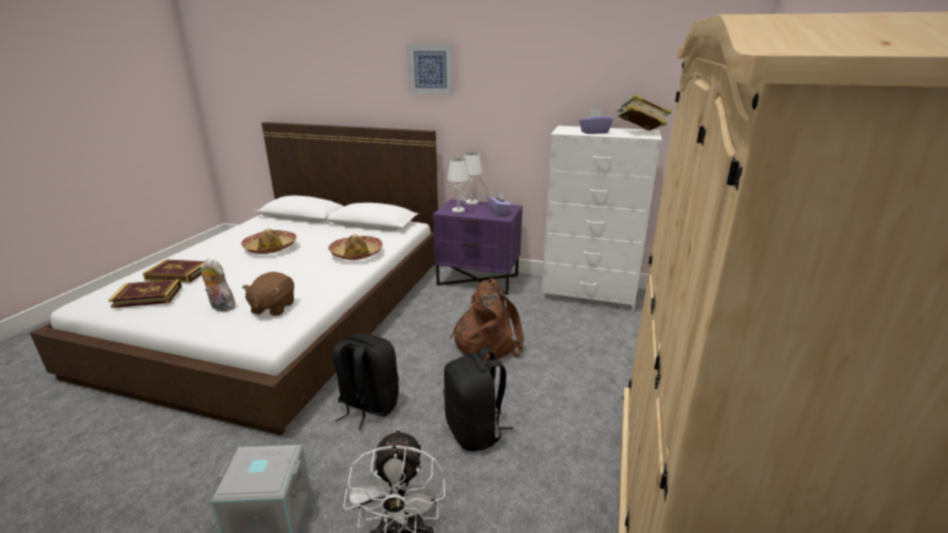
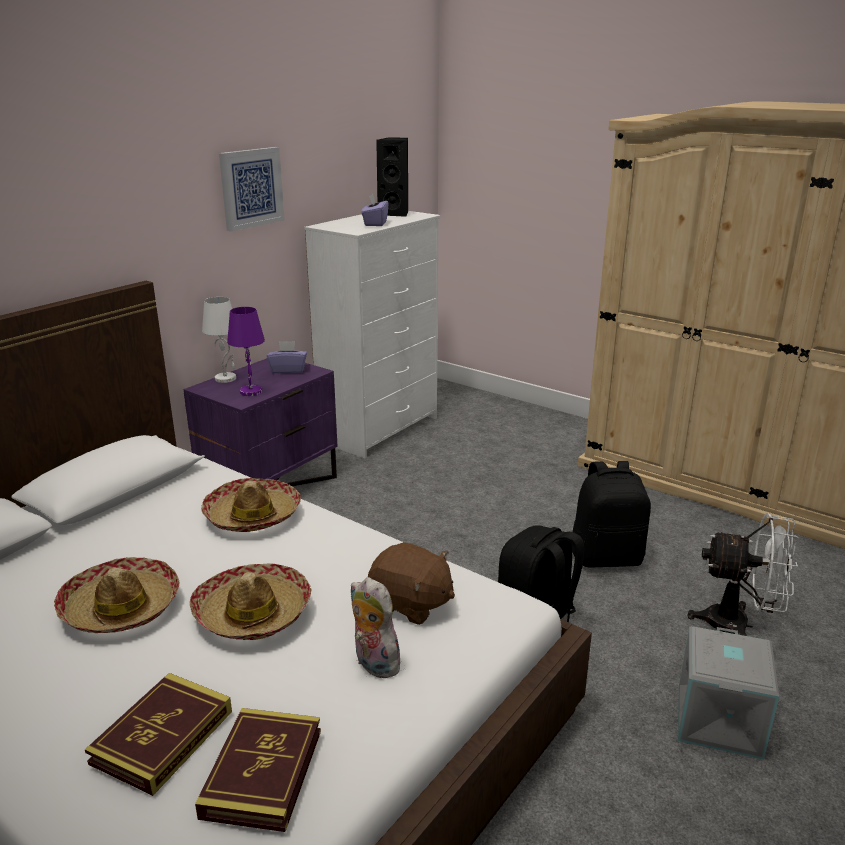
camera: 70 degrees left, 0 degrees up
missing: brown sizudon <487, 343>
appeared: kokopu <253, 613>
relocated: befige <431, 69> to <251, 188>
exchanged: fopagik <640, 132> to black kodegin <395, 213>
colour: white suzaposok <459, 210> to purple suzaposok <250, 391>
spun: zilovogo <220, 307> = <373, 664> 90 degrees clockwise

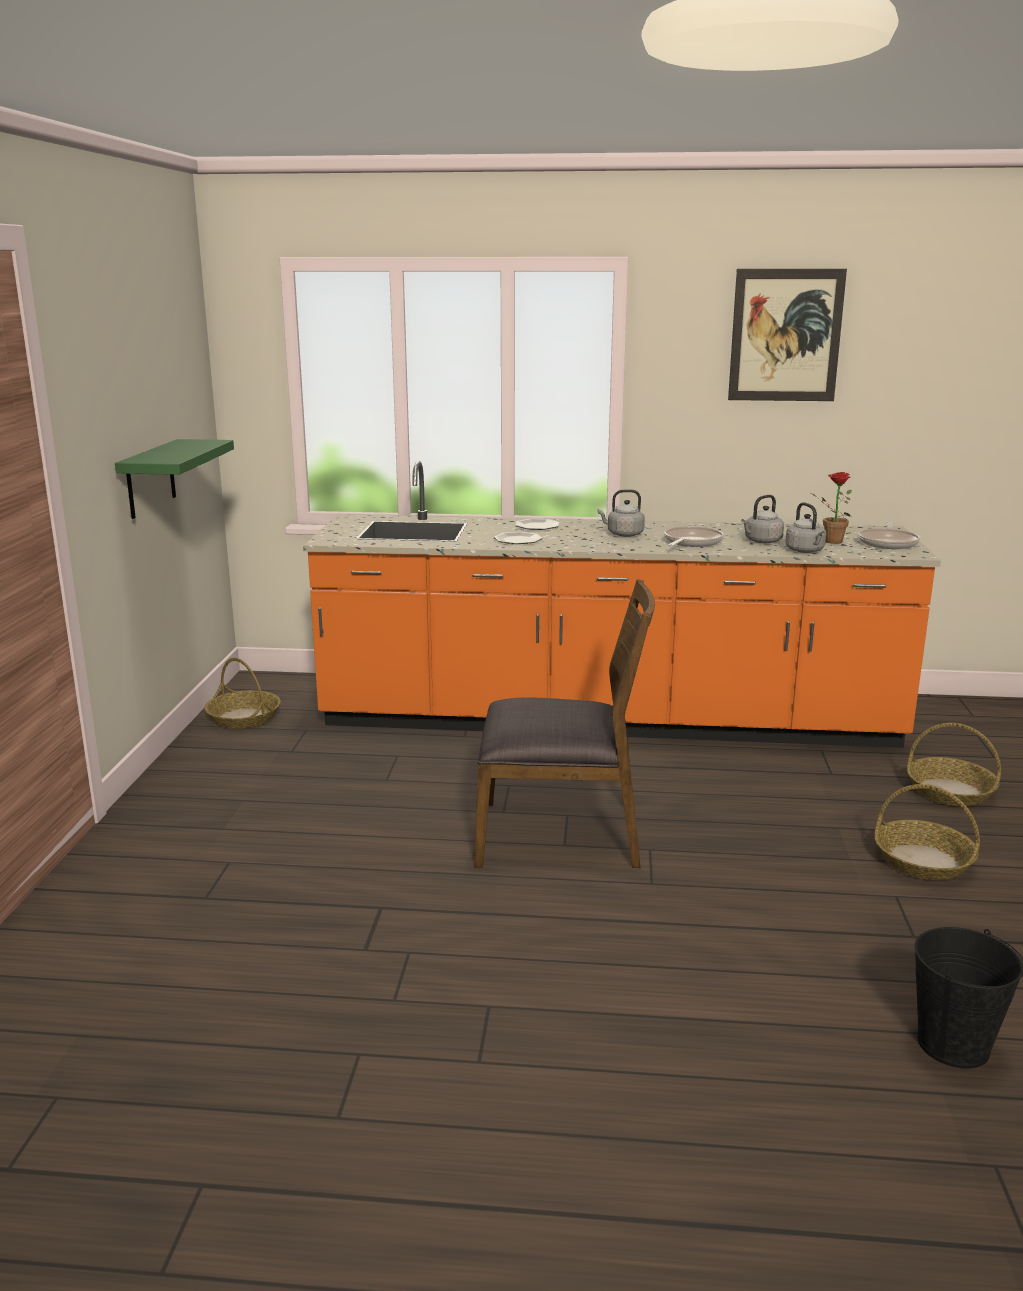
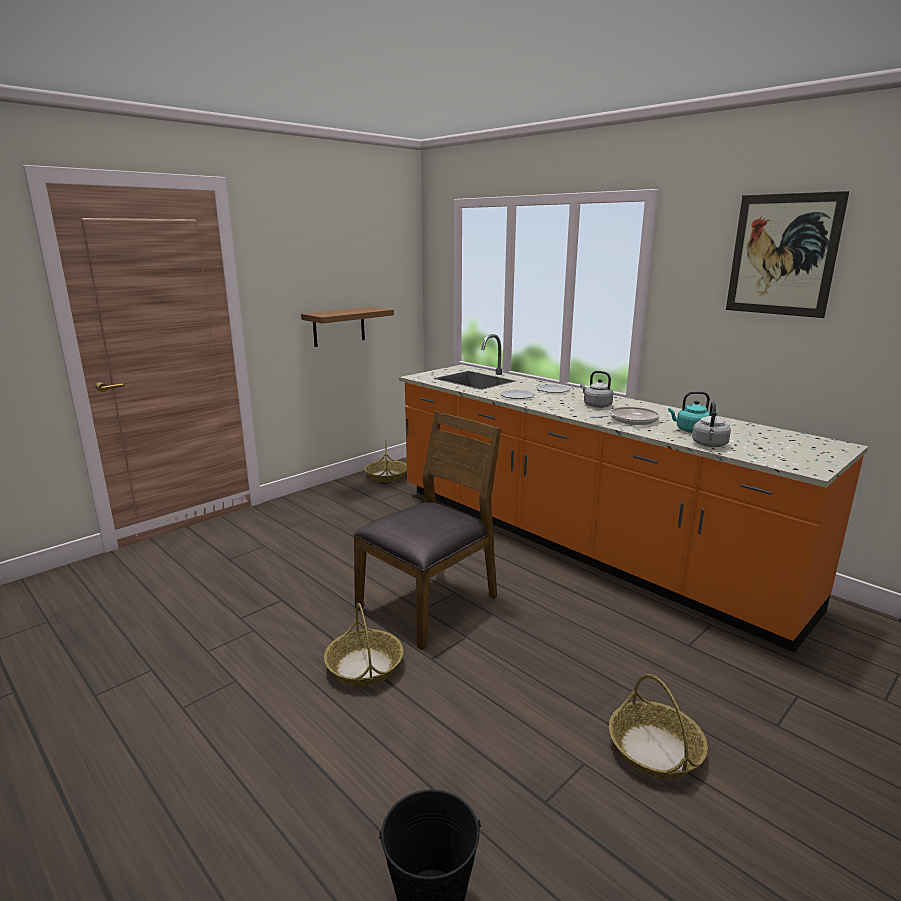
camera: 40 degrees right, 0 degrees up
missing: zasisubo <829, 541>; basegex <888, 543>
relocated: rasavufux <950, 791> to <365, 666>
colour: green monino <150, 479> to brown monino <339, 326>; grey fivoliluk <761, 541> to turquoise fivoliluk <690, 430>
spun: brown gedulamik <560, 835> = <430, 602> 90 degrees counterclockwise

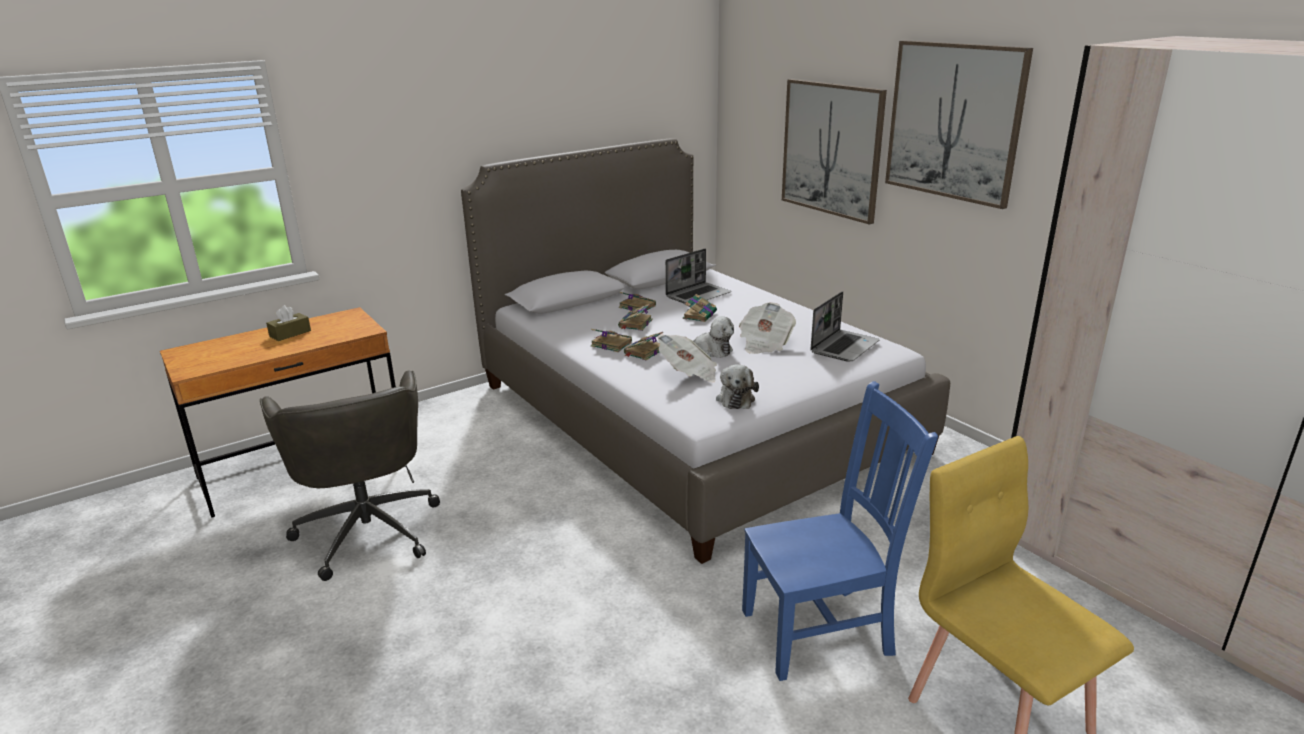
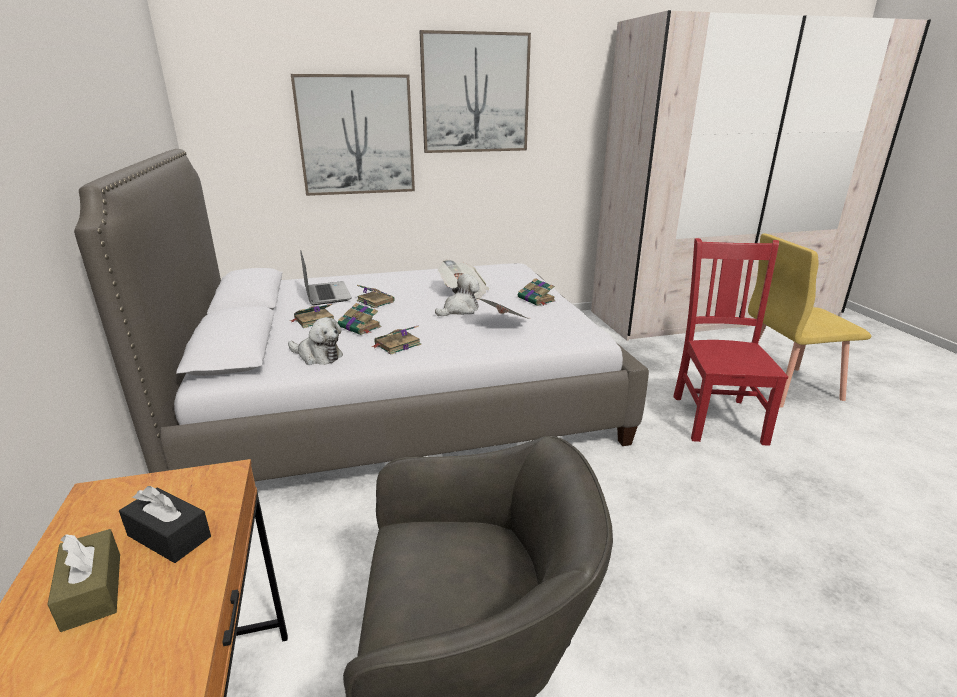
camera: 70 degrees left, 0 degrees up
missing: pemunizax <844, 347>
appeared: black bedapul <169, 536>
relocated: fopagik <644, 352> to <536, 299>; zilovogo <735, 398> to <318, 356>
colour: blue gedulamik <821, 631> to red gedulamik <717, 417>

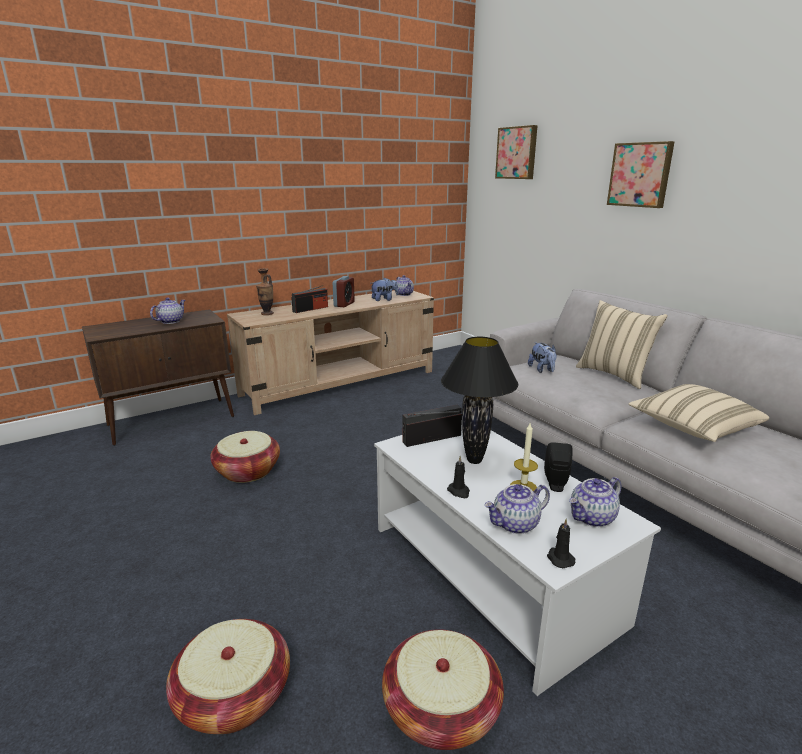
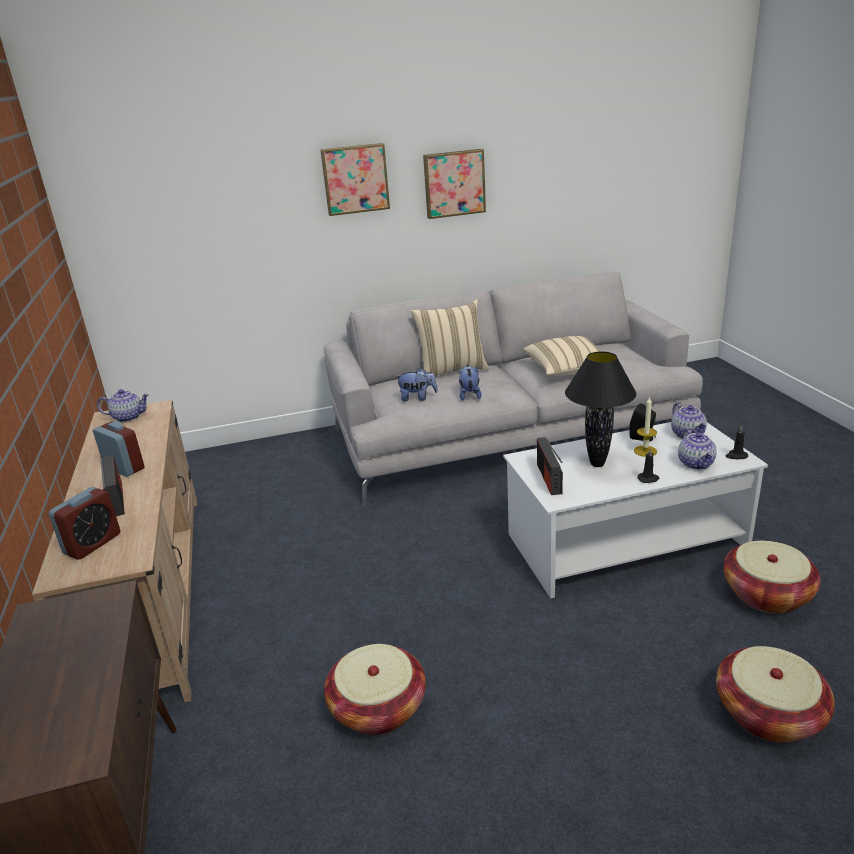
camera: 70 degrees left, 5 degrees up
missing: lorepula <170, 321>
relocated: befige <517, 153> to <454, 183>; zilovogo <384, 300> to <469, 395>
exchanged: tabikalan <267, 313> to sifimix <92, 544>

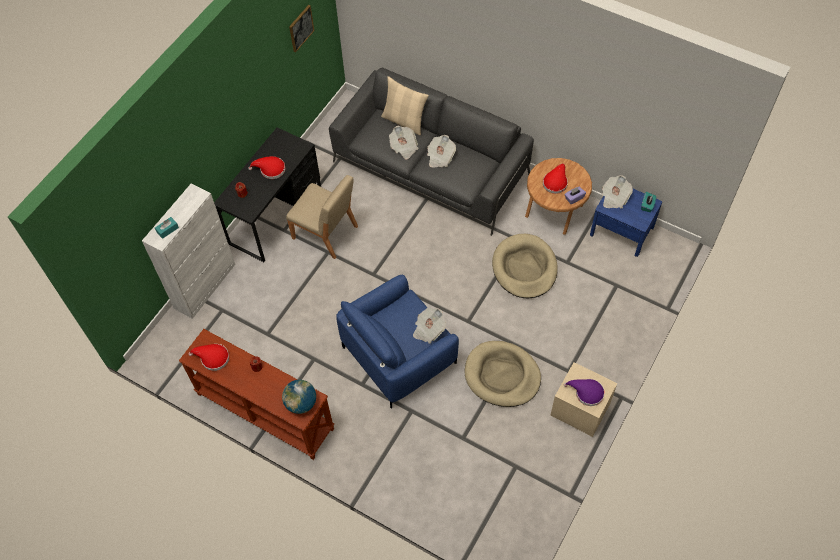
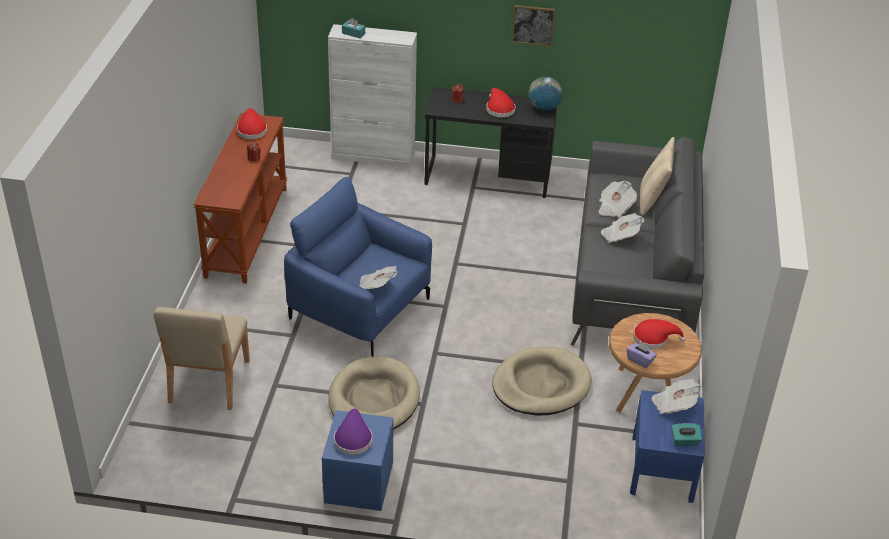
camera: 65 degrees right, 20 degrees down
relocated: befige <301, 28> to <533, 25>; beige gedulamik <325, 233> to <208, 382>; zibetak <301, 403> to <544, 108>
colour: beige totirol <580, 409> to blue totirol <359, 483>

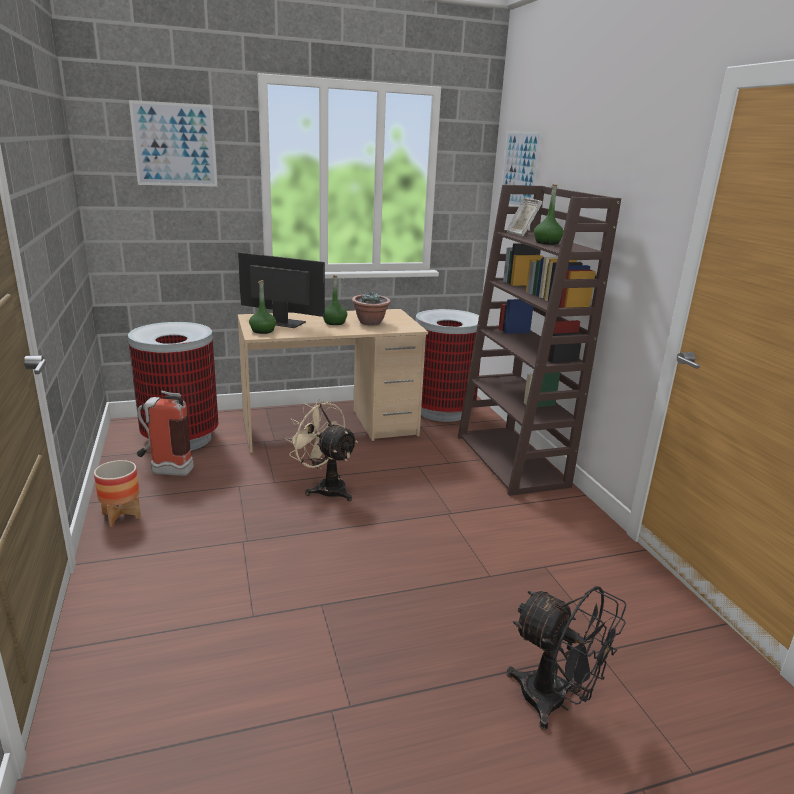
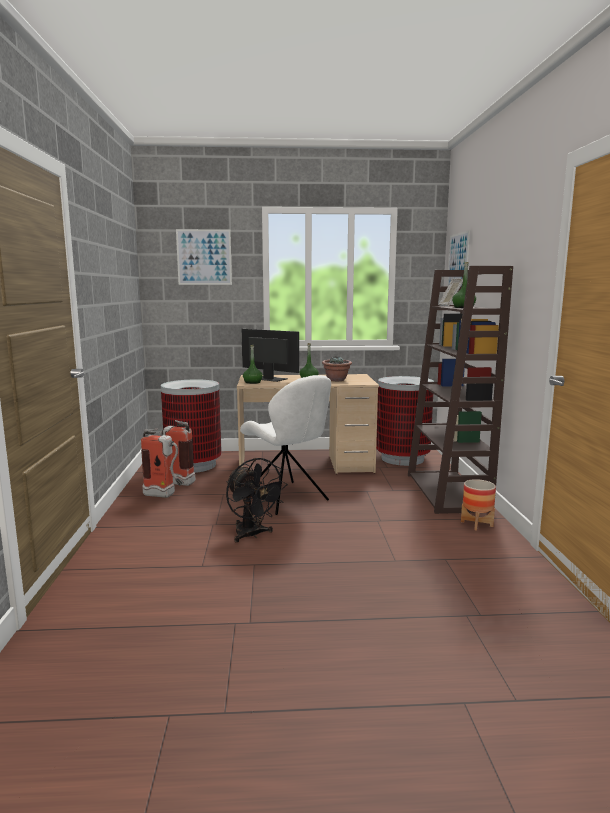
camera: 15 degrees right, 10 degrees down
appeared: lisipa <164, 495>
relocated: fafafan <121, 516> to <476, 524>; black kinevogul <555, 702> to <252, 535>
exchanged: beige kinevogul <325, 487> to white gedulamik <287, 499>

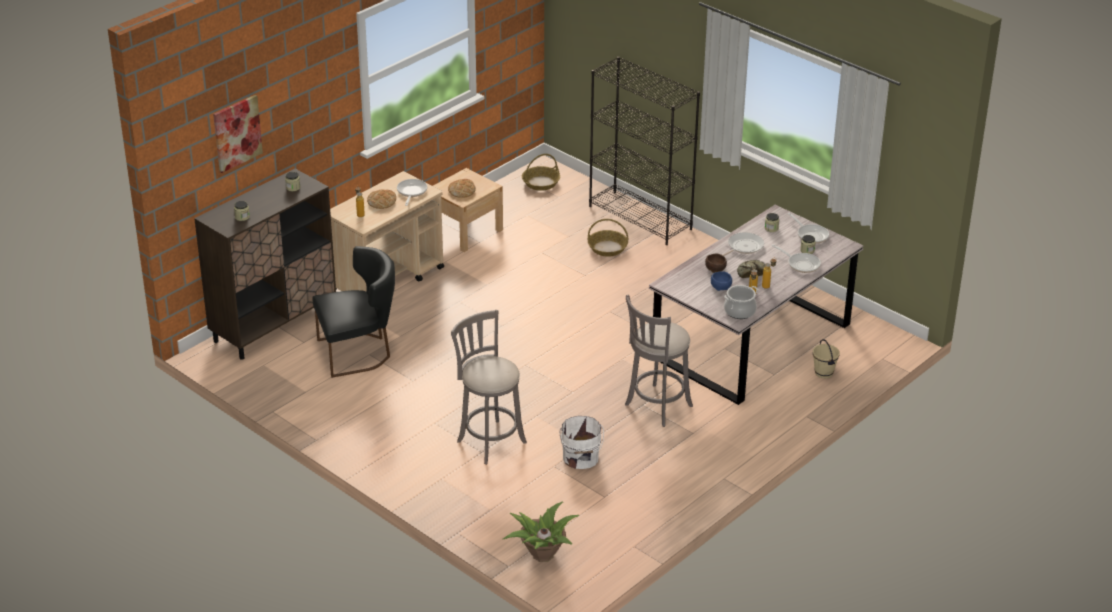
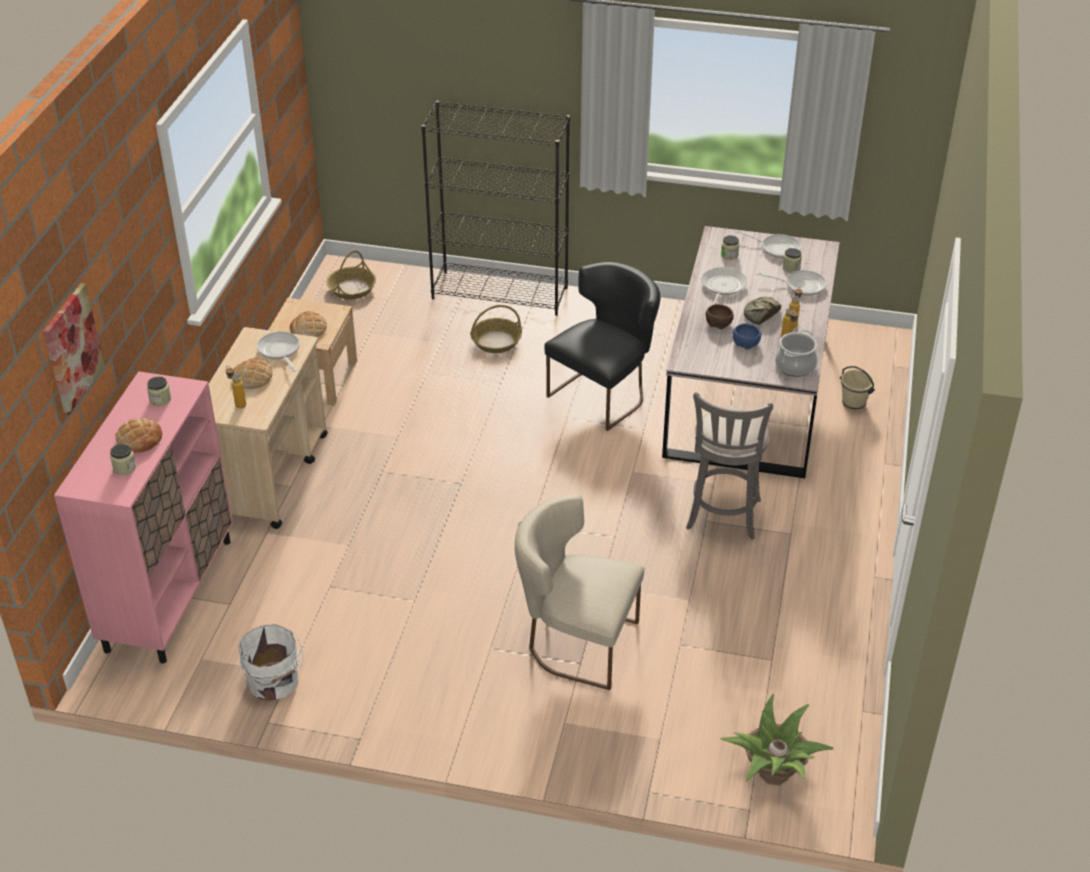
camera: 30 degrees left, 5 degrees up
appeared: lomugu <139, 439>
relocated: black gedulamik <358, 352> to <604, 393>; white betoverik <580, 458> to <274, 682>
exchanged: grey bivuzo <489, 440> to beige gedulamik <575, 642>
colour: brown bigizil <274, 324> to pink bigizil <169, 594>

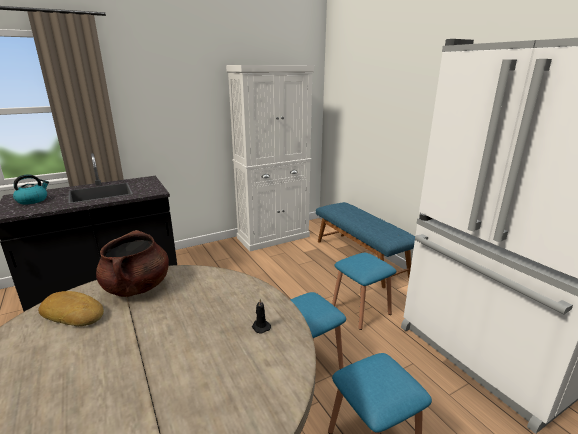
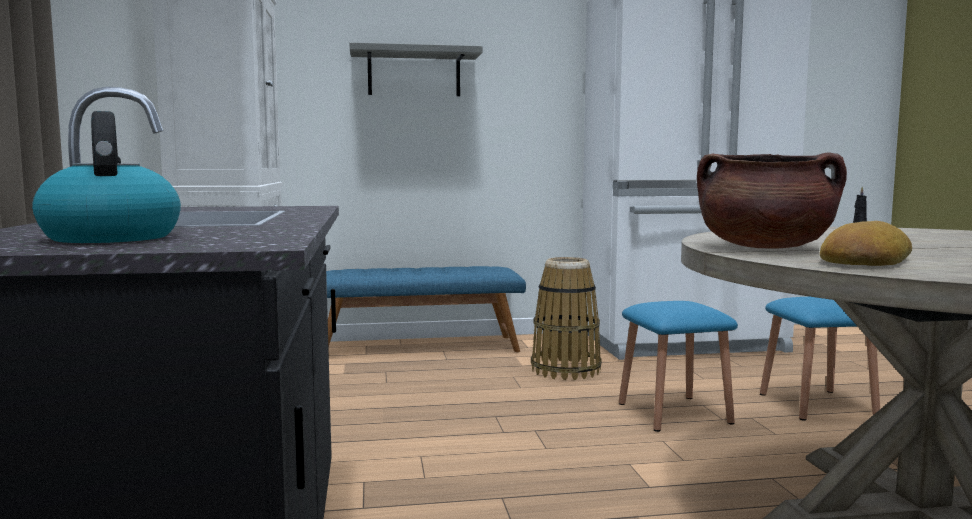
camera: 70 degrees left, 15 degrees down
appeared: grey monino <414, 73>
exchanged: blue bivuzo <361, 310> to rasavufux <566, 370>

